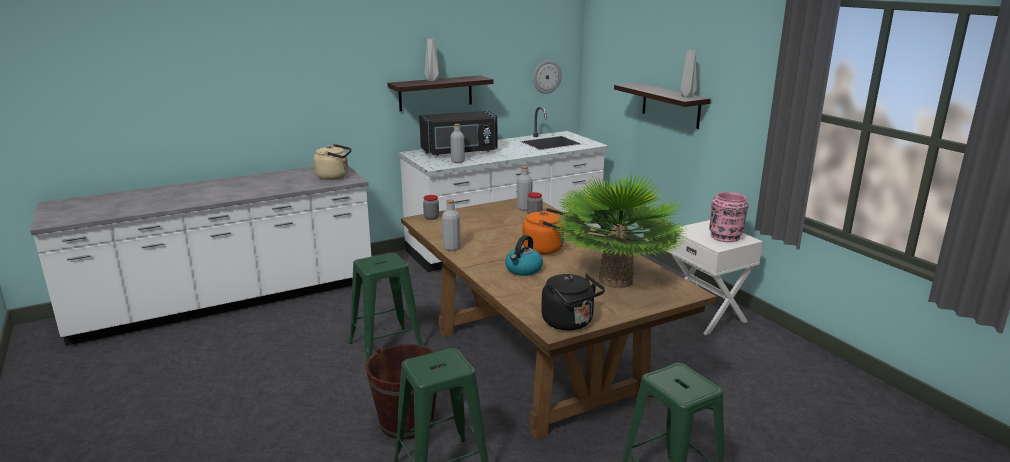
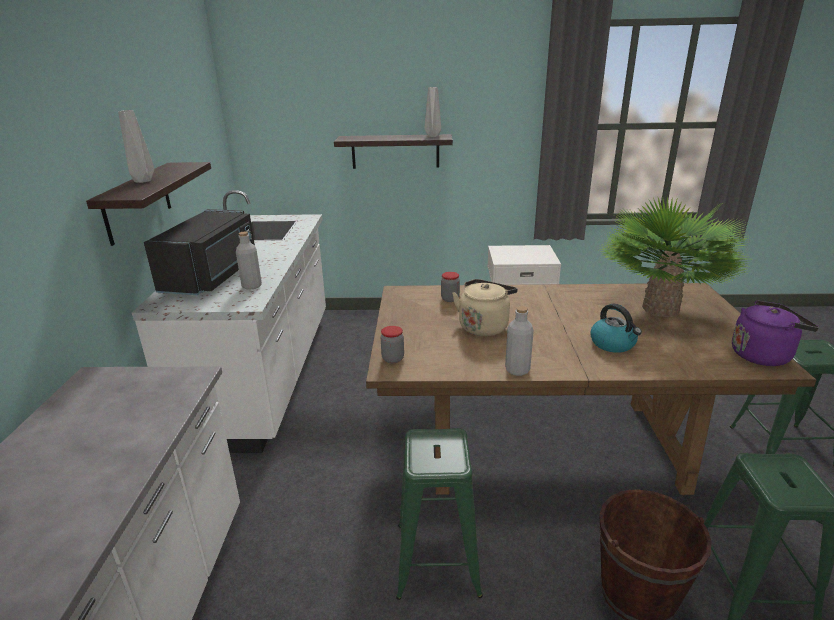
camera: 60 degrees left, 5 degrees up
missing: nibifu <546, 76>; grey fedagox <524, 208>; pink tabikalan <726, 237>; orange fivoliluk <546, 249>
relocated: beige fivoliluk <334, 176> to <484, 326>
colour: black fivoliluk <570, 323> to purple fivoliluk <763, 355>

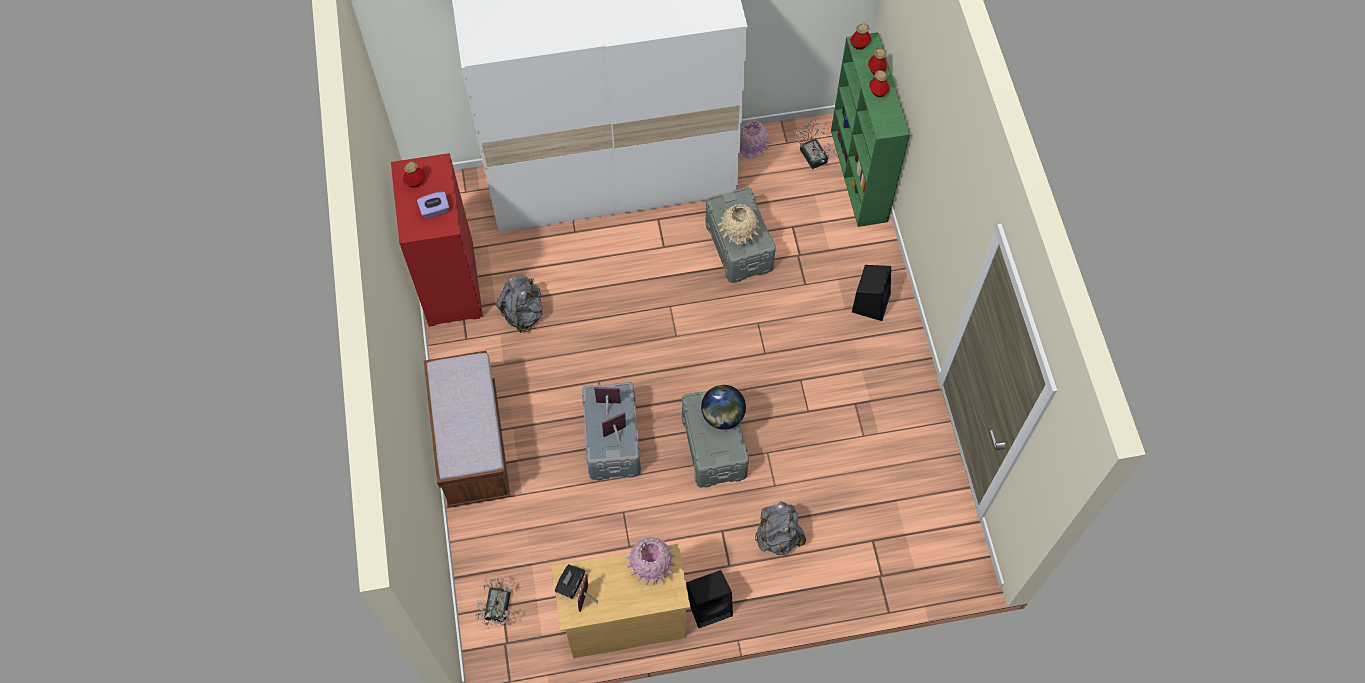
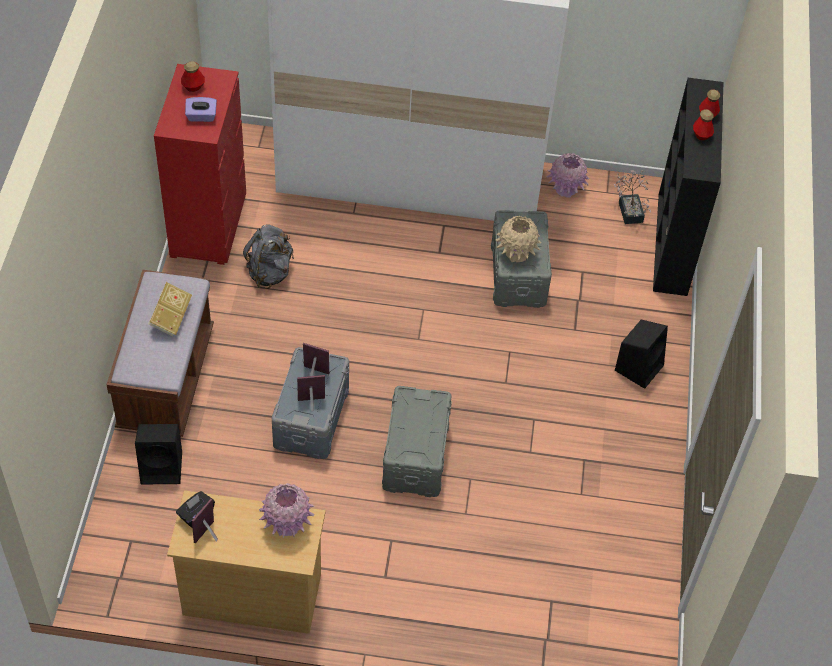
camera: 15 degrees right, 10 degrees down
missing: fedagox <859, 45>; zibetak <722, 416>; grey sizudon <778, 536>; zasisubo <496, 610>
appeared: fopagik <170, 317>
relocated: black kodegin <710, 605> to <163, 467>
colour: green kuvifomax <859, 176> to black kuvifomax <672, 244>

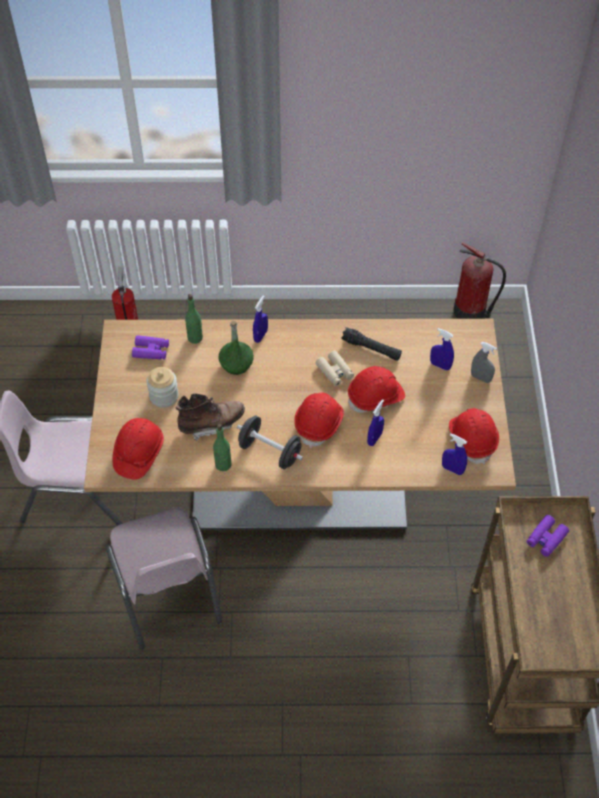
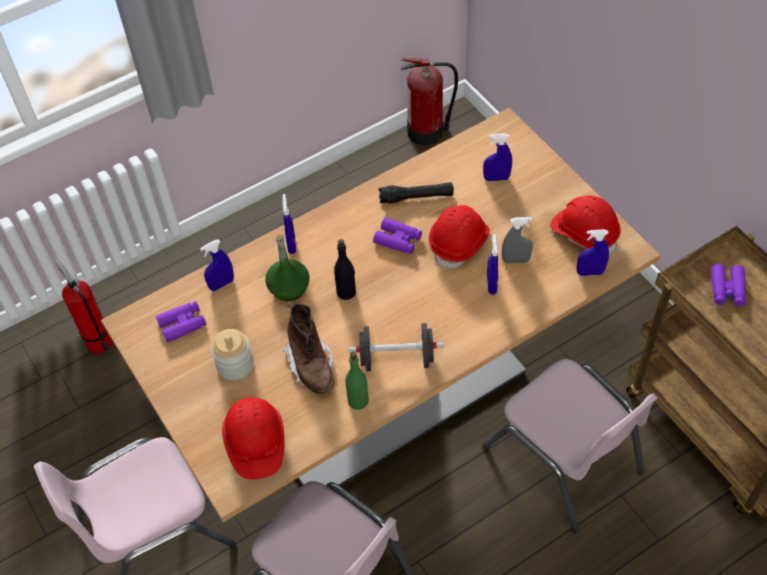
camera: 30 degrees left, 0 degrees up
missing: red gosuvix <319, 423>
appeared: black fedagox <346, 292>; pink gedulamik <563, 459>
relocated: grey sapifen <480, 378> to <515, 260>
exchanged: green fedagox <195, 338> to blue sapifen <221, 284>
colour: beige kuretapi <335, 371> to purple kuretapi <398, 240>
spun: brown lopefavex <211, 423> = <311, 365> 120 degrees clockwise

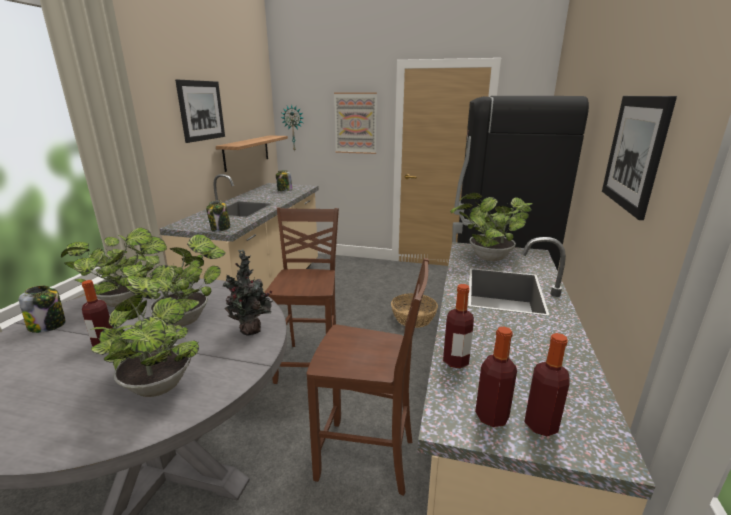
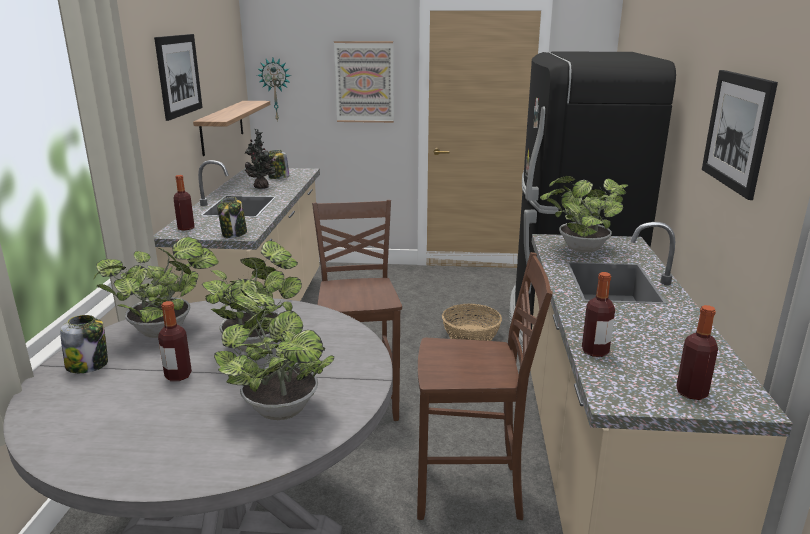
camera: 10 degrees left, 0 degrees up
relocated: zasisubo <251, 331> to <262, 187>; fedagox <491, 416> to <186, 228>

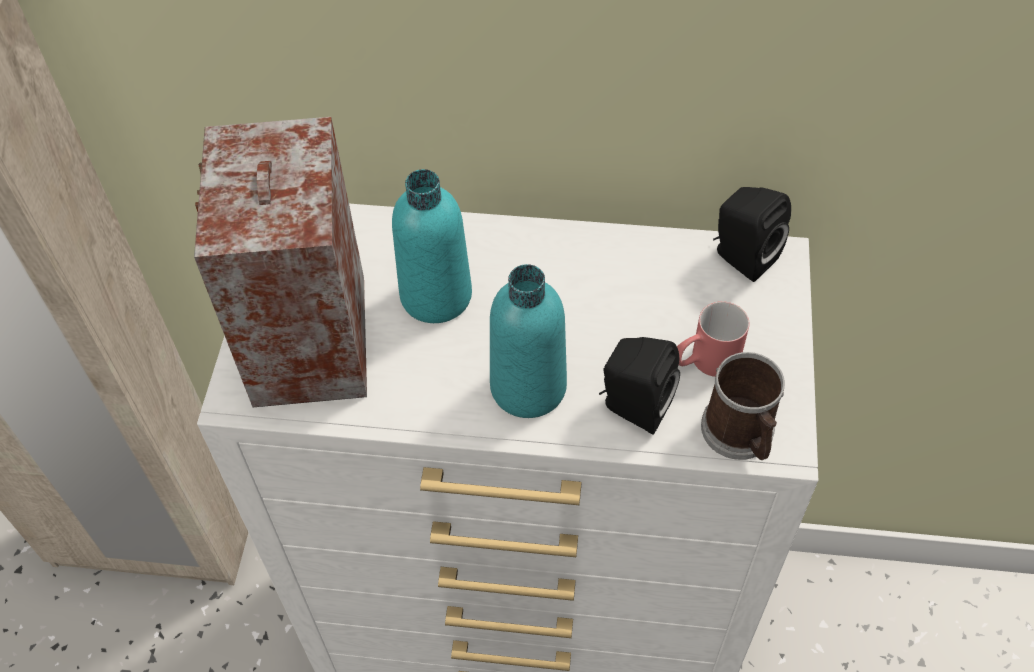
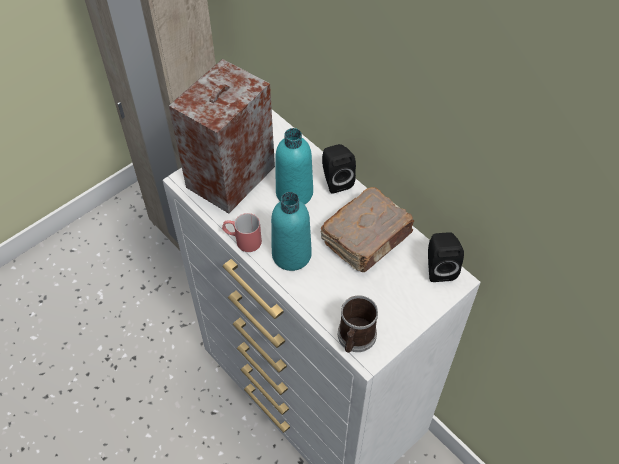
camera: 40 degrees right, 0 degrees up
appeared: brown fopagik <367, 238>
relocated: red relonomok <704, 362> to <242, 240>; black kodegin <633, 406> to <335, 180>

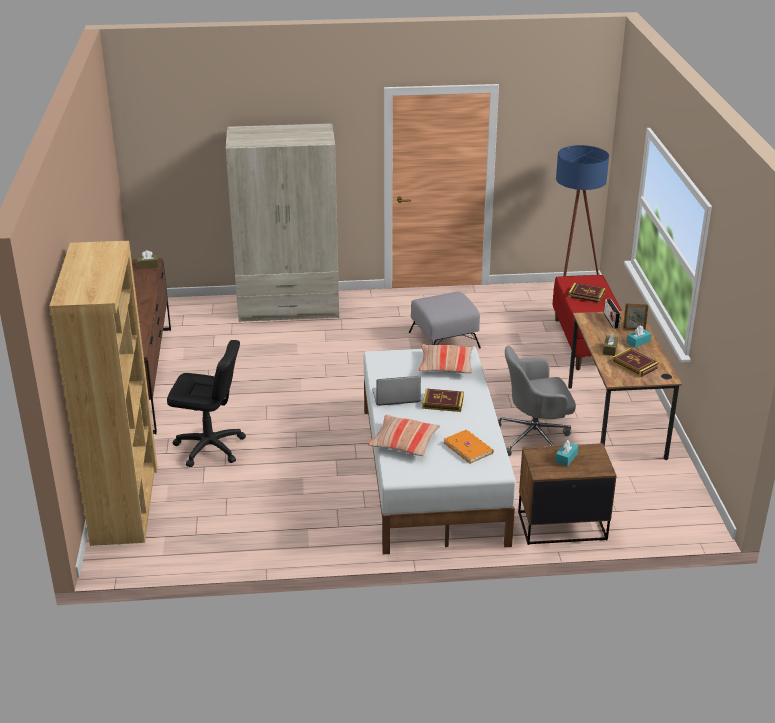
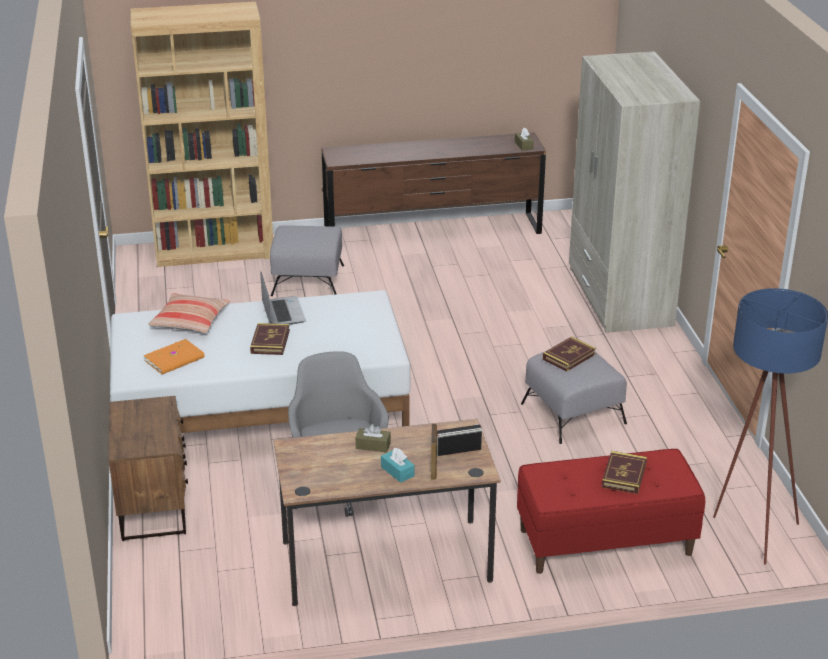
camera: 85 degrees right, 0 degrees up
missing: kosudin <446, 365>; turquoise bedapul <566, 458>
relocated: fopagik <634, 365> to <569, 357>
exchanged: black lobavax <209, 447> to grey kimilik <307, 280>

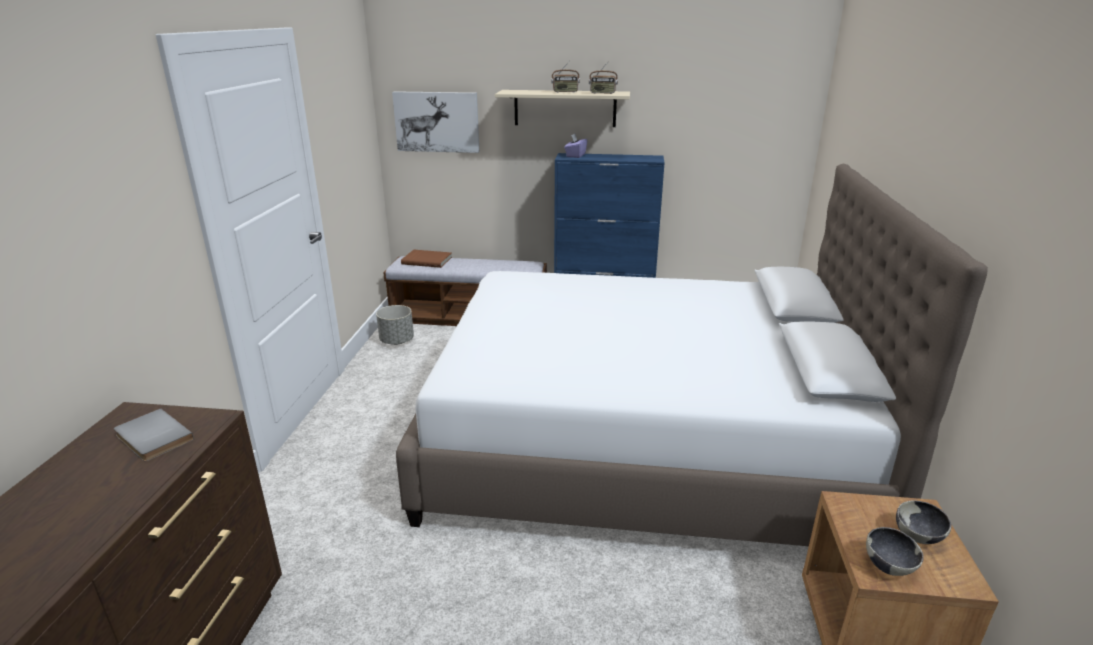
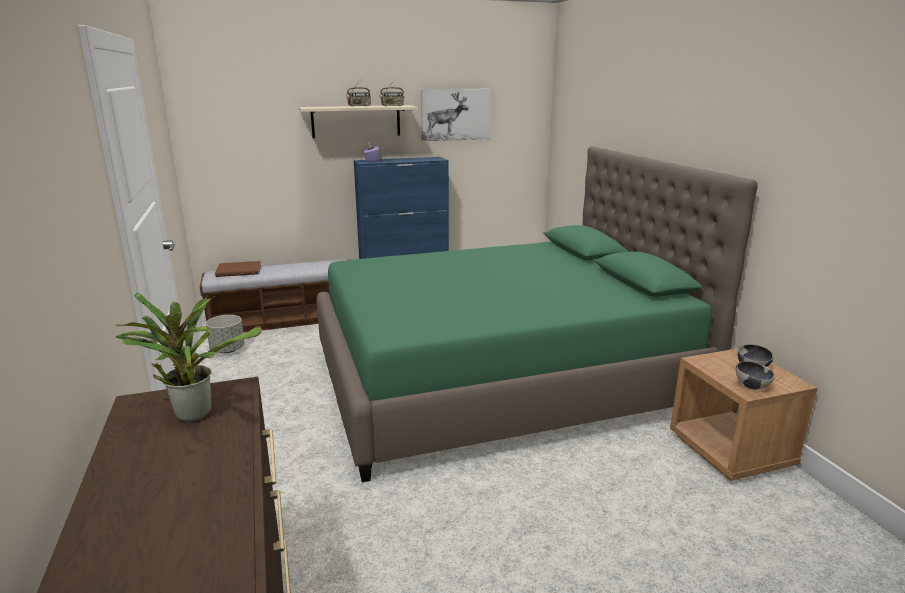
camera: 25 degrees left, 5 degrees down
relocated: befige <437, 121> to <455, 114>
exchanged: grey fopagik <151, 438> to zasisubo <191, 413>
colour: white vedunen <641, 442> to green vedunen <500, 378>

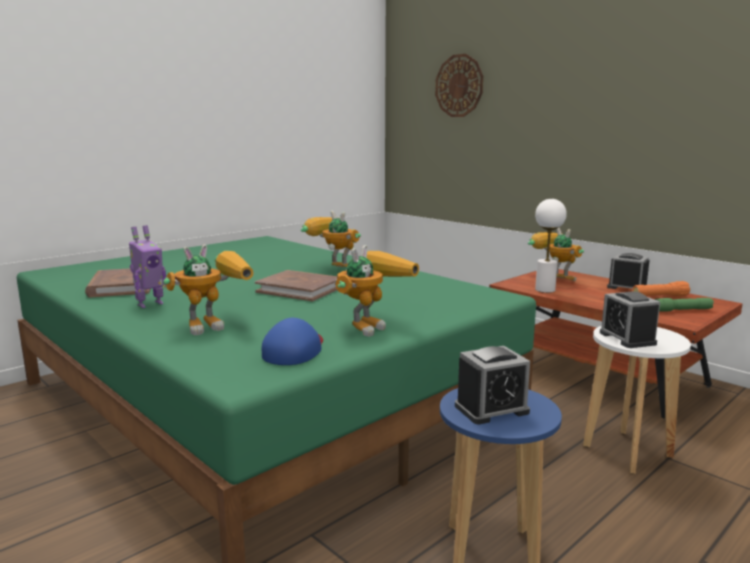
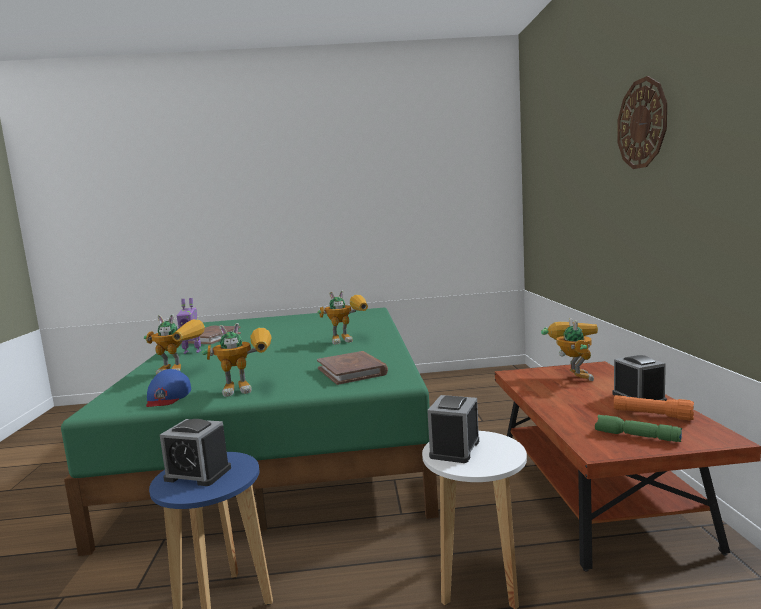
camera: 40 degrees right, 5 degrees down
missing: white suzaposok <545, 290>
relocated: nibifu <459, 86> to <642, 124>; brown fopagik <300, 289> to <352, 371>
spun: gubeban <332, 269> = <349, 339> 90 degrees clockwise; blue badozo <295, 350> = <168, 396> 120 degrees clockwise

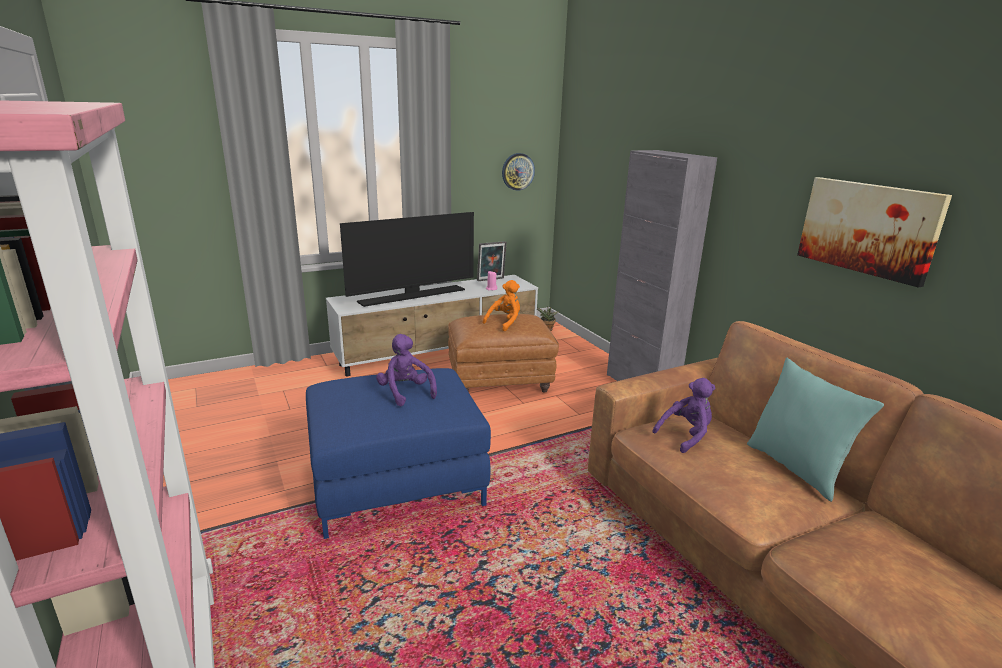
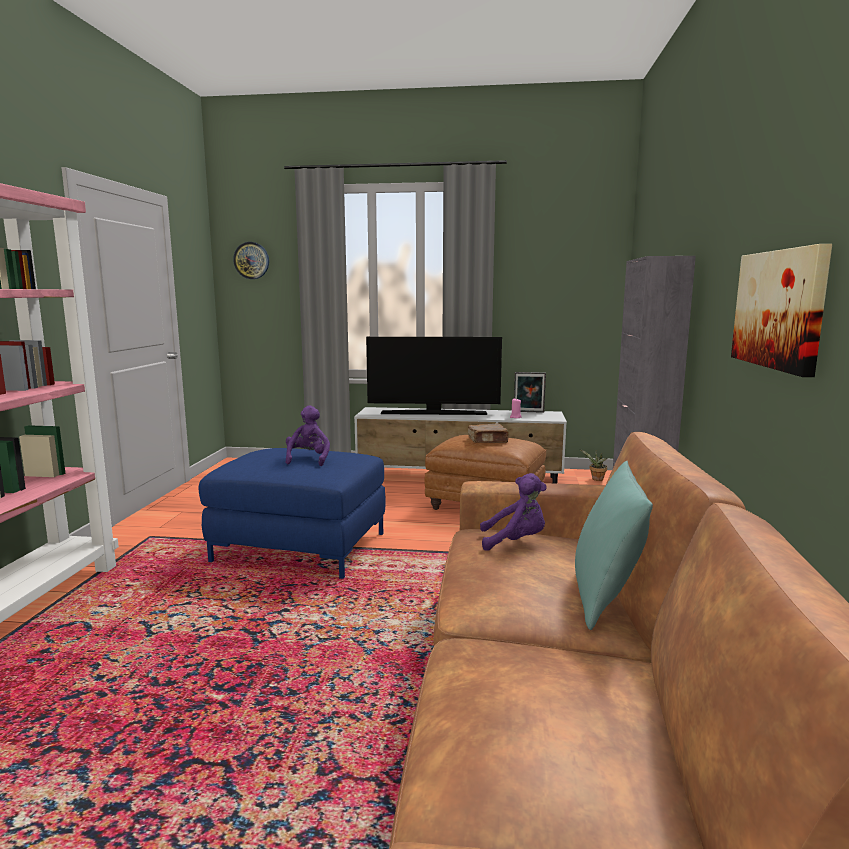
camera: 35 degrees right, 10 degrees down
relocated: nibifu <517, 171> to <251, 260>
exchanged: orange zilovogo <505, 322> to brown fopagik <488, 441>

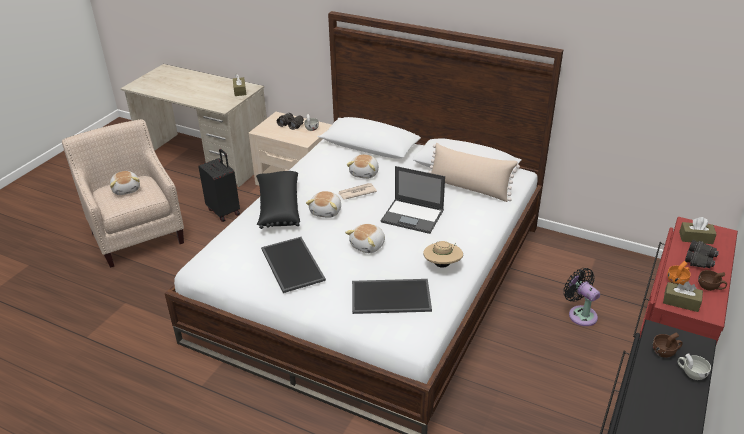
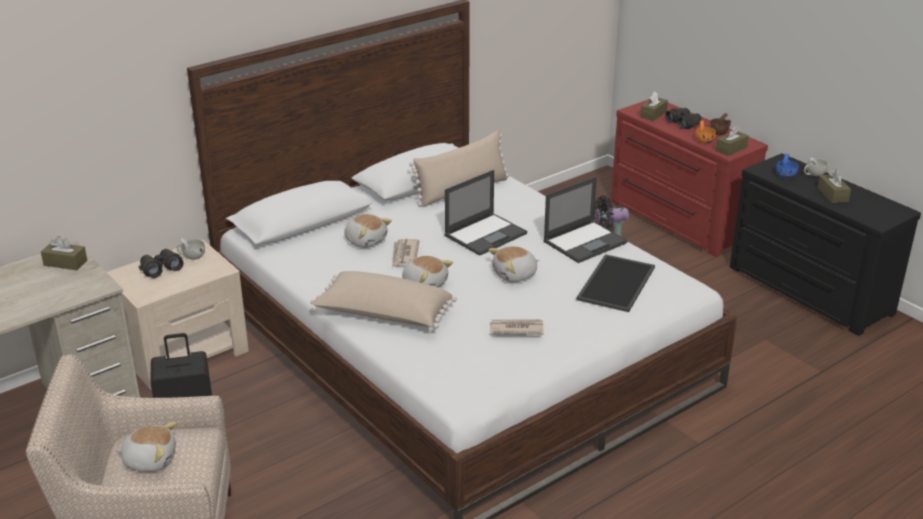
camera: 65 degrees left, 5 degrees down
appeared: brown bedapul <833, 194>
exchanged: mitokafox <291, 264> to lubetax <516, 328>; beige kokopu <442, 265> to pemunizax <585, 241>
colour: black kosudin <278, 208> to beige kosudin <383, 315>; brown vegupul <665, 352> to blue vegupul <785, 175>
spun: zilovogo <368, 245> = <515, 275> 90 degrees clockwise

